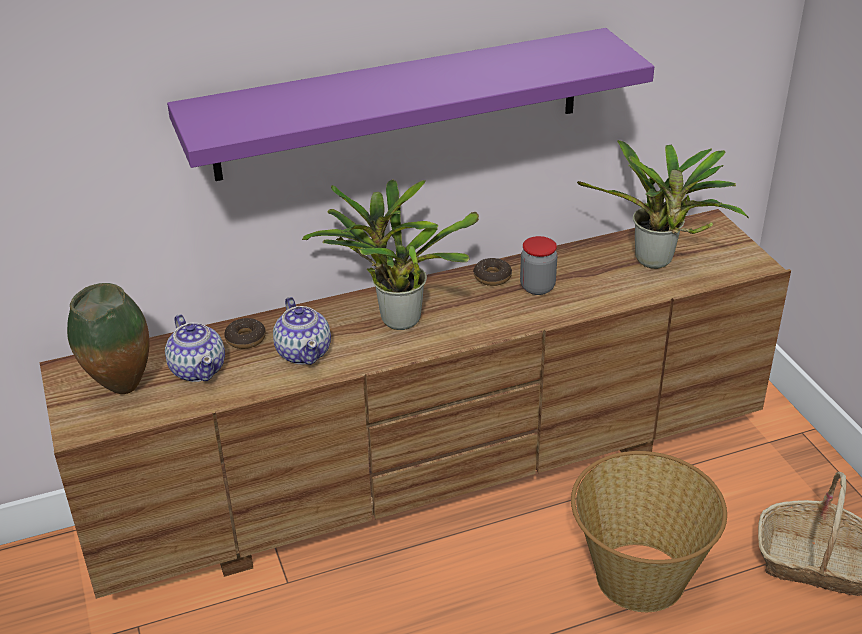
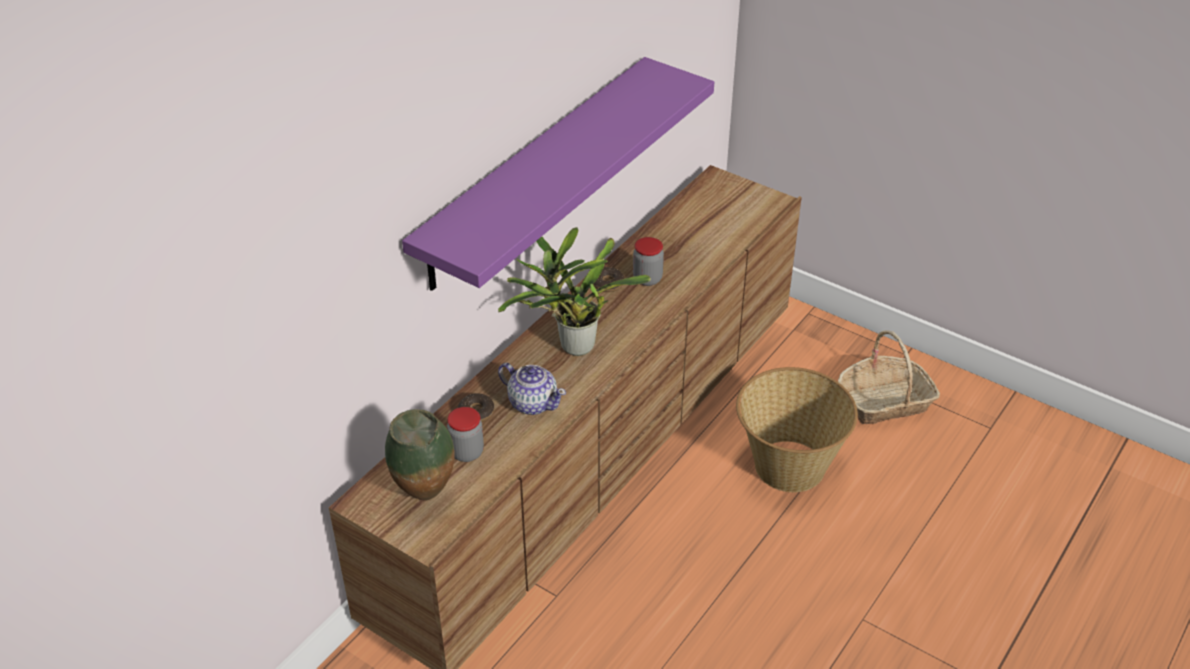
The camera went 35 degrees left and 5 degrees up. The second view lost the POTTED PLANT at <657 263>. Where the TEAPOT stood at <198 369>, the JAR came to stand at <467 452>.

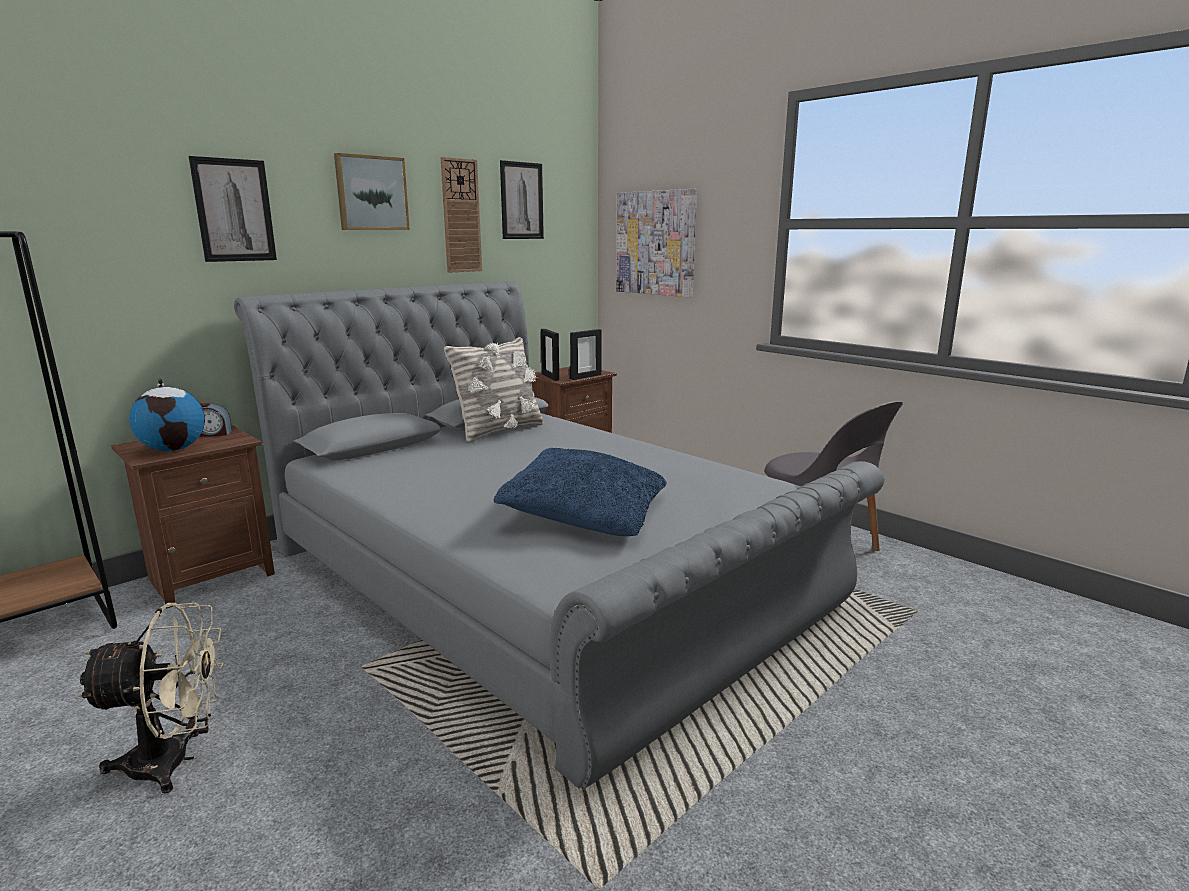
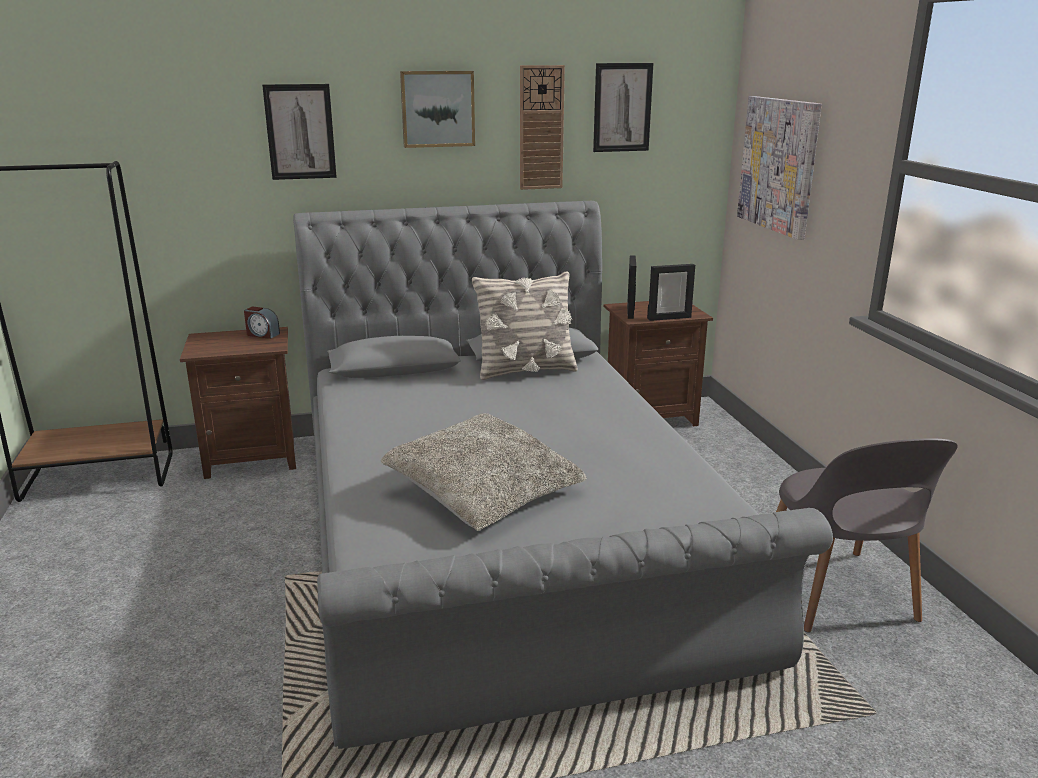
The camera went 30 degrees right and 5 degrees up. The second view lost the GLOBE at <174 449>. What was the BLUE PILLOW at <586 513> turned into the BEIGE PILLOW at <484 491>. The second view lost the BEIGE FAN at <175 761>.

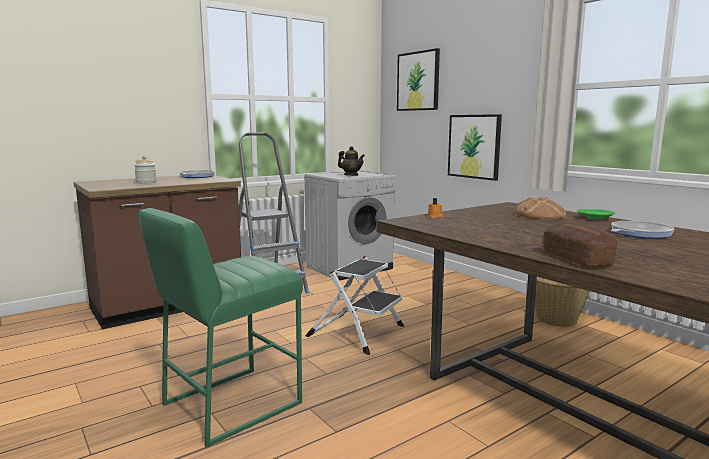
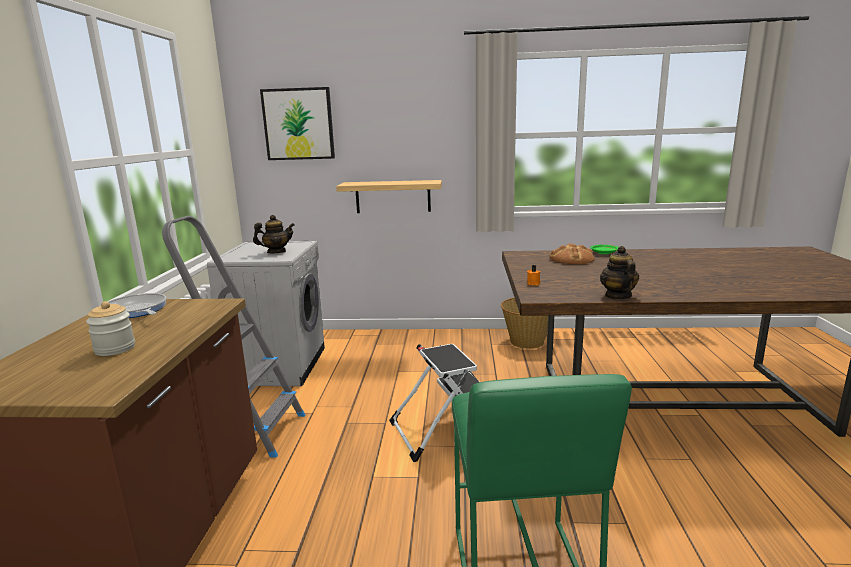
The camera went 50 degrees left and 5 degrees up. Where the PICTURE hung at <474 146>, the SHELF came to hang at <393 196>. The second view lost the FRYING PAN at <638 233>. The second view lost the BREAD at <576 259>. The second view gained the TEAPOT at <617 296>.

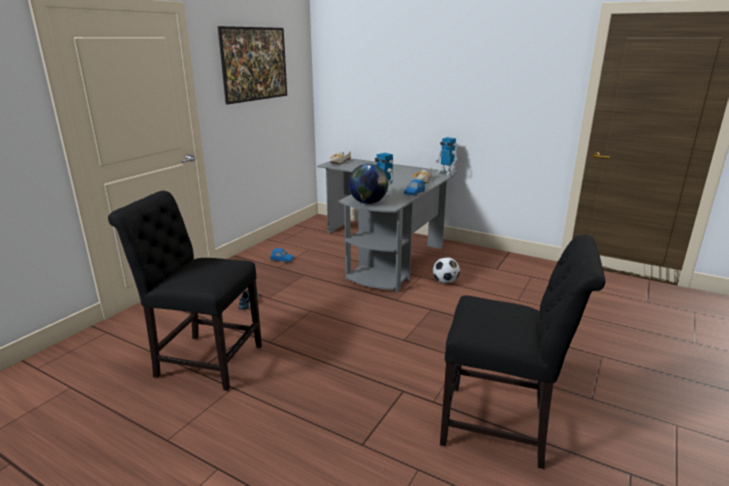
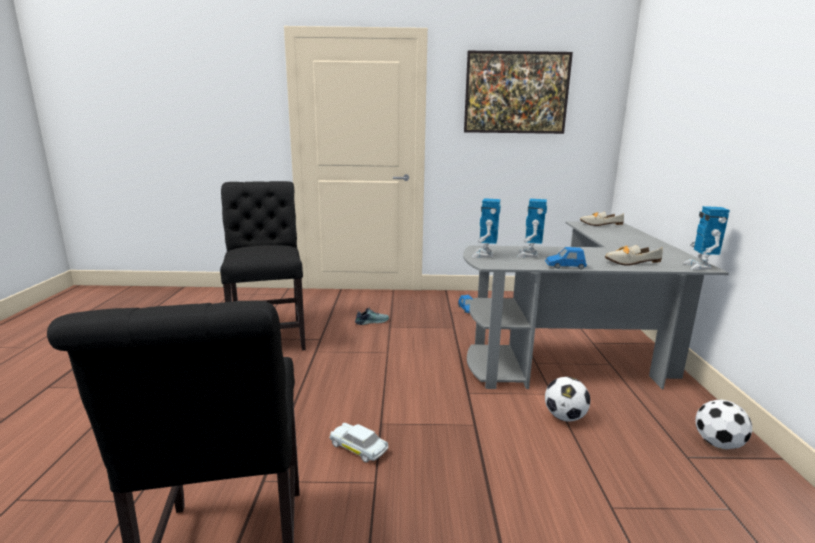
The camera went 60 degrees right and 5 degrees down. Where the GLOBE stood at <368 202>, the TOY ROBOT came to stand at <484 255>. The second view gained the FOOTBALL at <718 444>. The second view gained the WHITE TOY CAR at <358 448>.

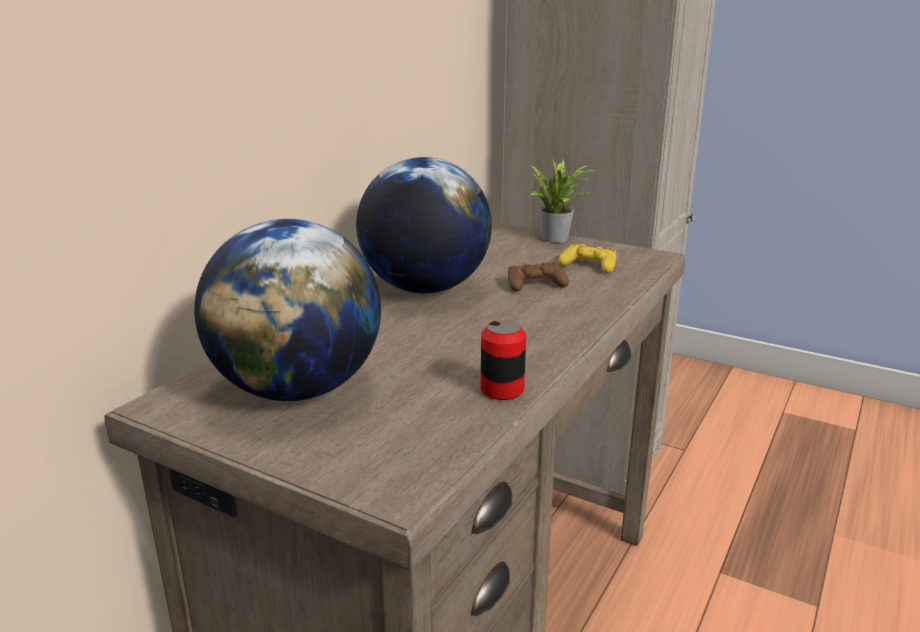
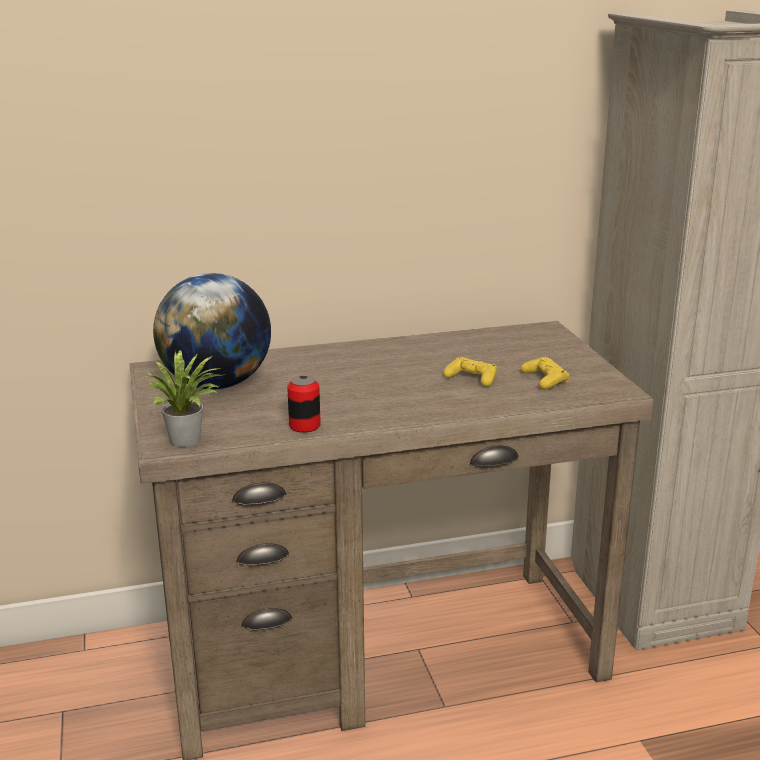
The camera went 45 degrees right and 0 degrees up. The second view lost the GLOBE at <425 288>. The POTTED PLANT ended up elsewhere, having gone from <558 238> to <188 441>. What was the BROWN GAME CONTROLLER at <535 284> turned into the YELLOW GAME CONTROLLER at <472 378>.

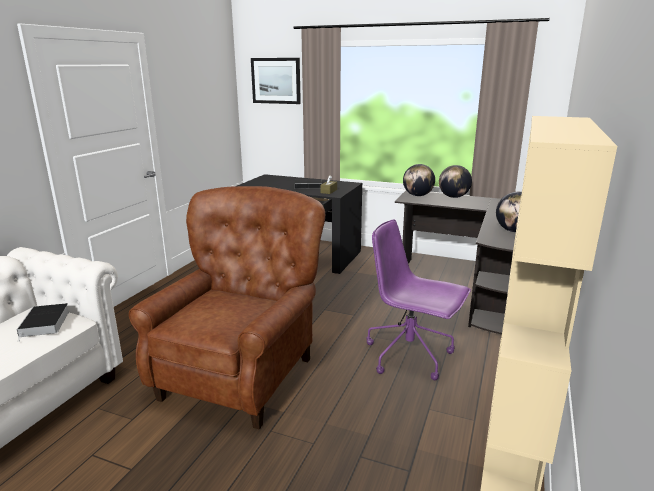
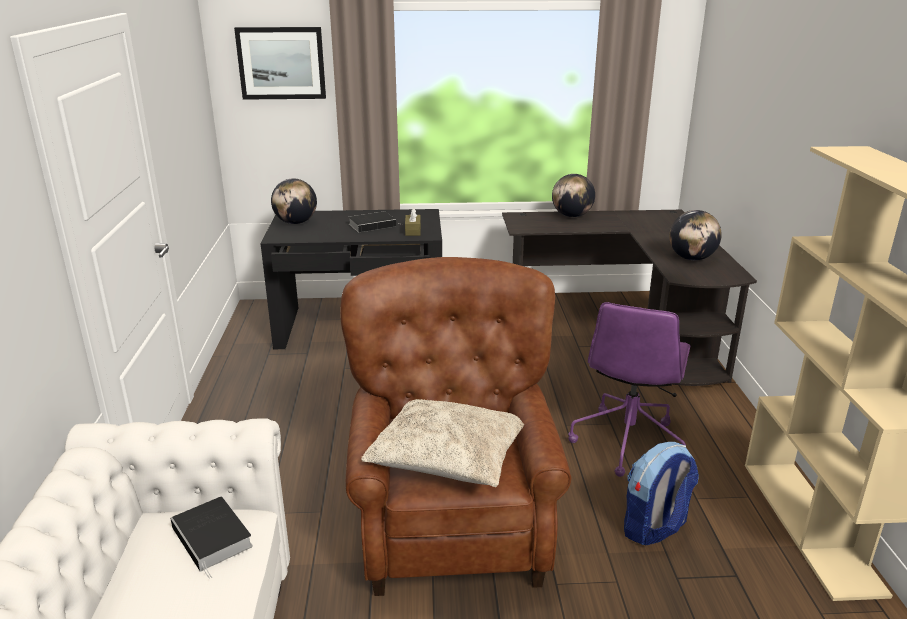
The camera went 25 degrees left and 5 degrees up. The GLOBE ended up elsewhere, having gone from <417 195> to <296 223>. The PURPLE OFFICE CHAIR at <412 357> ended up facing another way, 75 degrees counterclockwise from before. The second view gained the BEIGE PILLOW at <448 459>. The second view gained the BACKPACK at <654 528>.

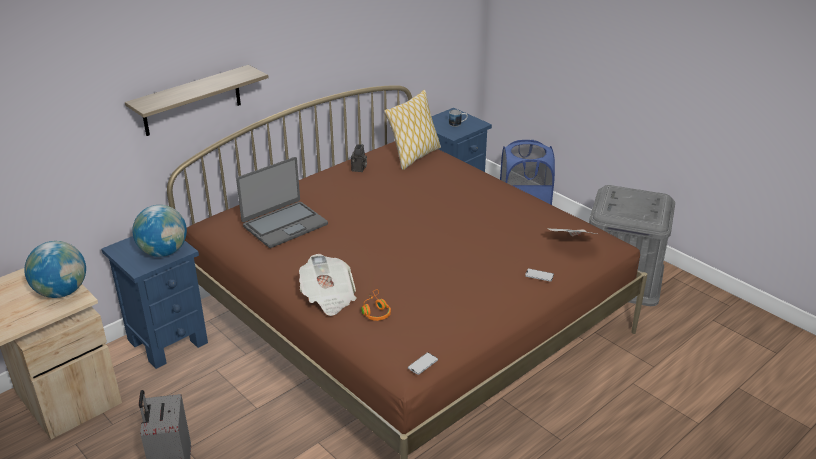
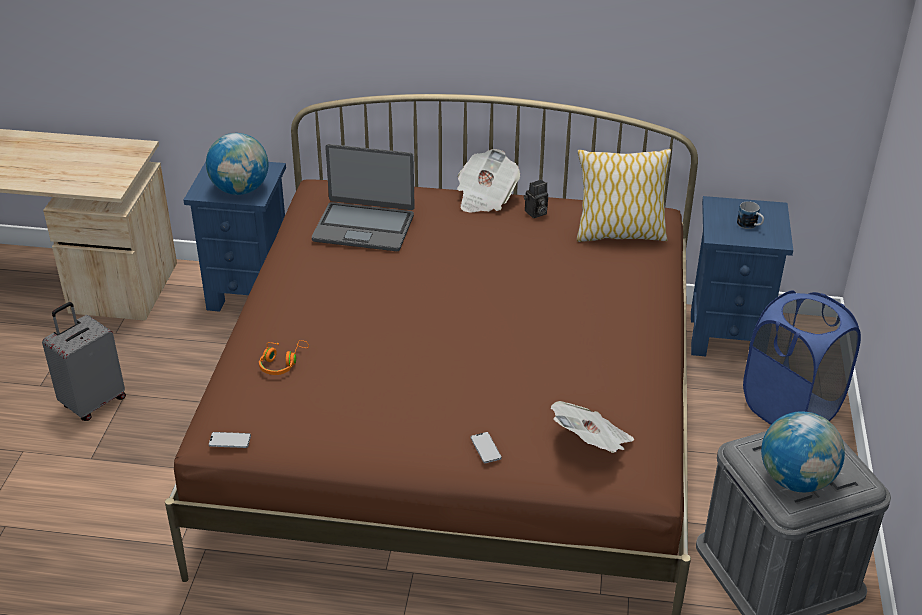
The camera went 50 degrees right and 5 degrees up. The second view lost the SHELF at <192 101>. The GLOBE ended up elsewhere, having gone from <62 292> to <796 480>. The NEWSPAPER ended up elsewhere, having gone from <328 297> to <485 197>.

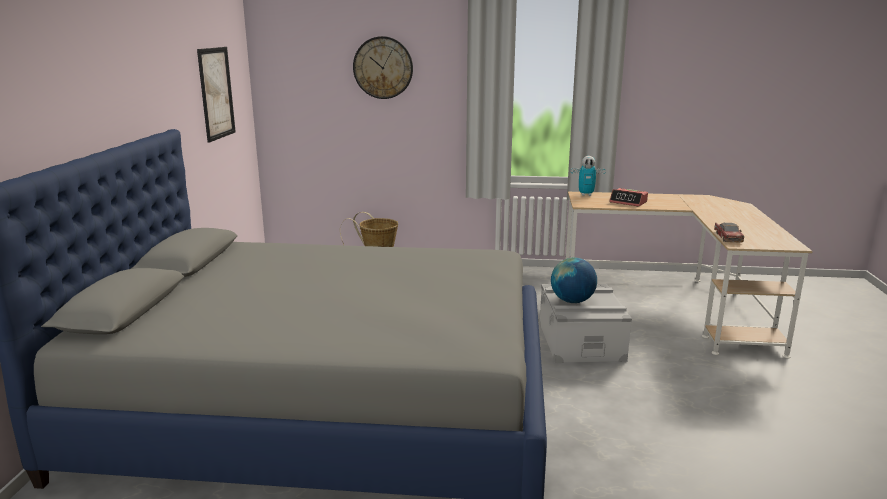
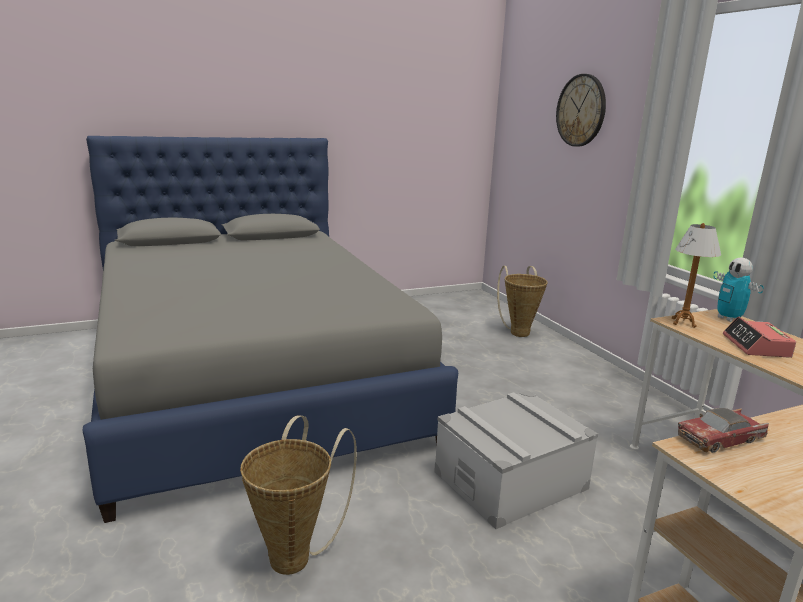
The camera went 60 degrees right and 0 degrees up. The second view lost the PICTURE at <216 93>. The second view lost the GLOBE at <572 301>. The second view gained the TABLE LAMP at <683 323>. The second view gained the BASKET at <296 554>.

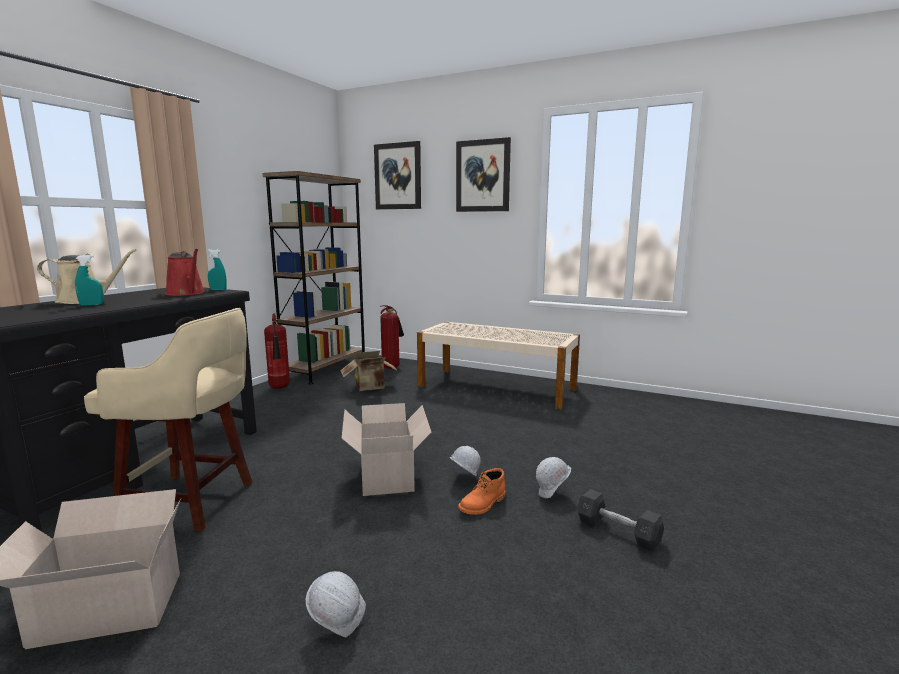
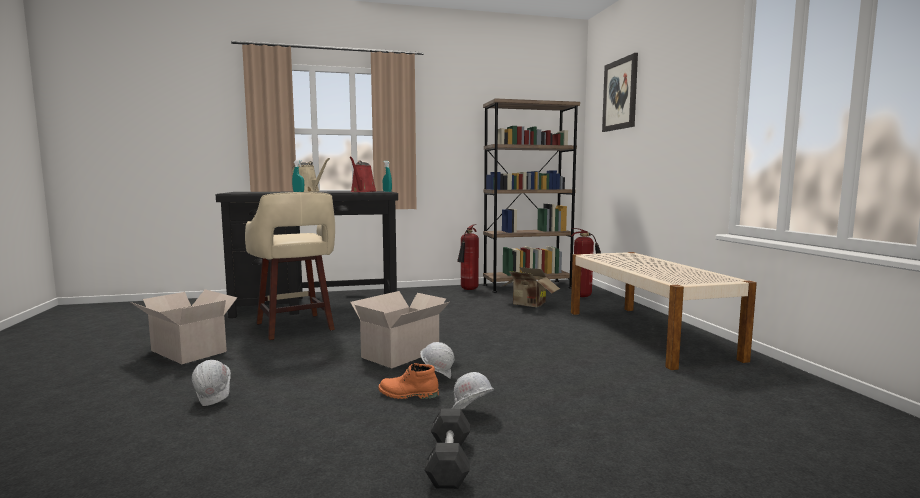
The camera went 50 degrees right and 5 degrees down. The second view lost the PICTURE at <483 176>.

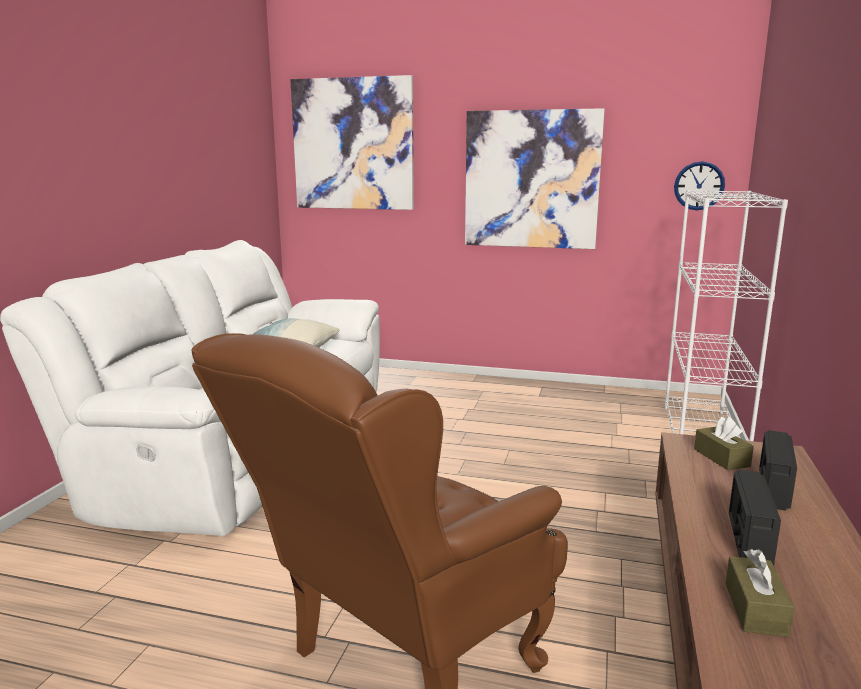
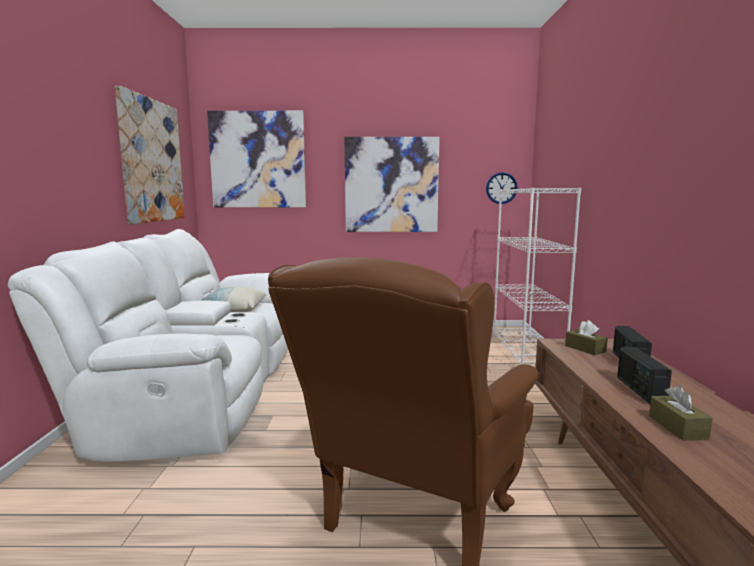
The camera went 15 degrees left and 5 degrees down. The second view gained the PICTURE at <152 161>.

